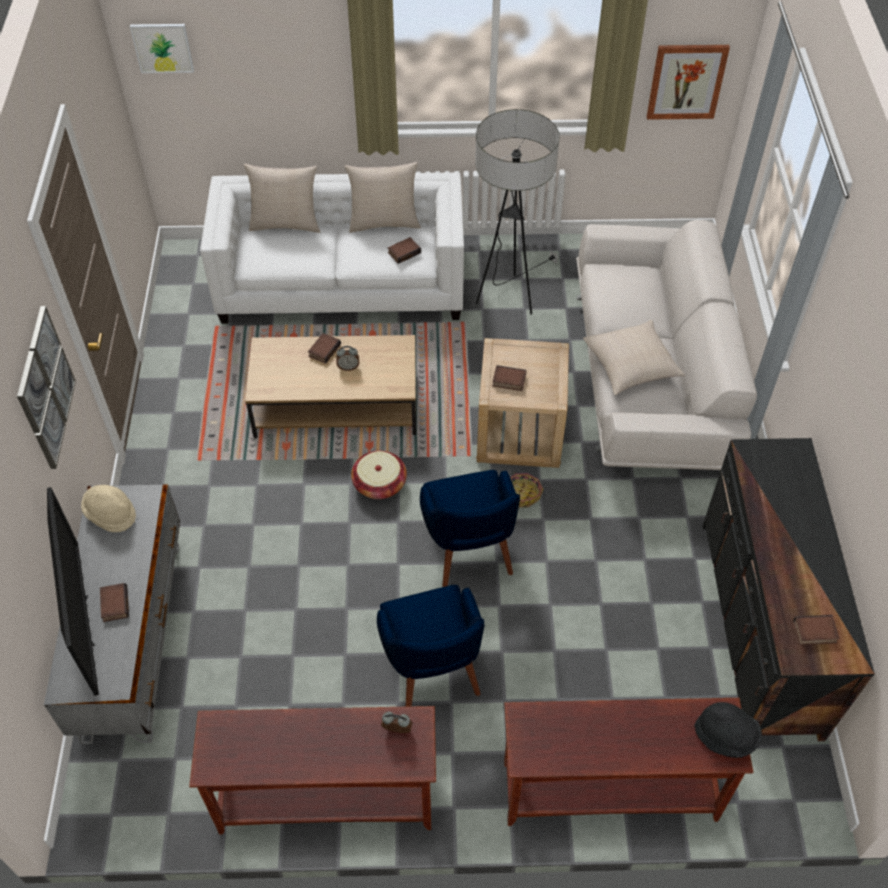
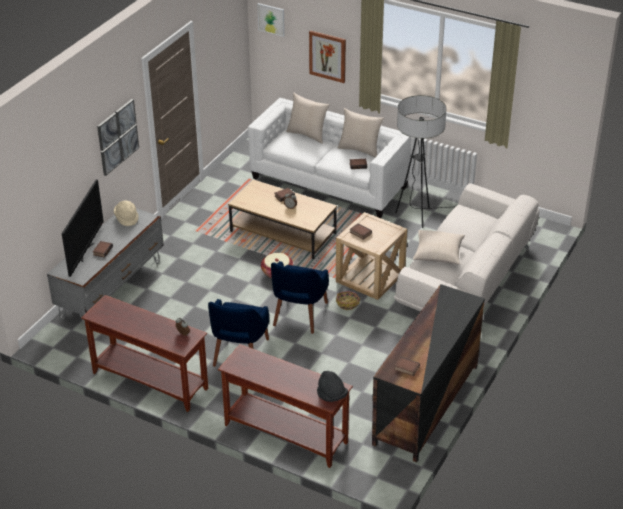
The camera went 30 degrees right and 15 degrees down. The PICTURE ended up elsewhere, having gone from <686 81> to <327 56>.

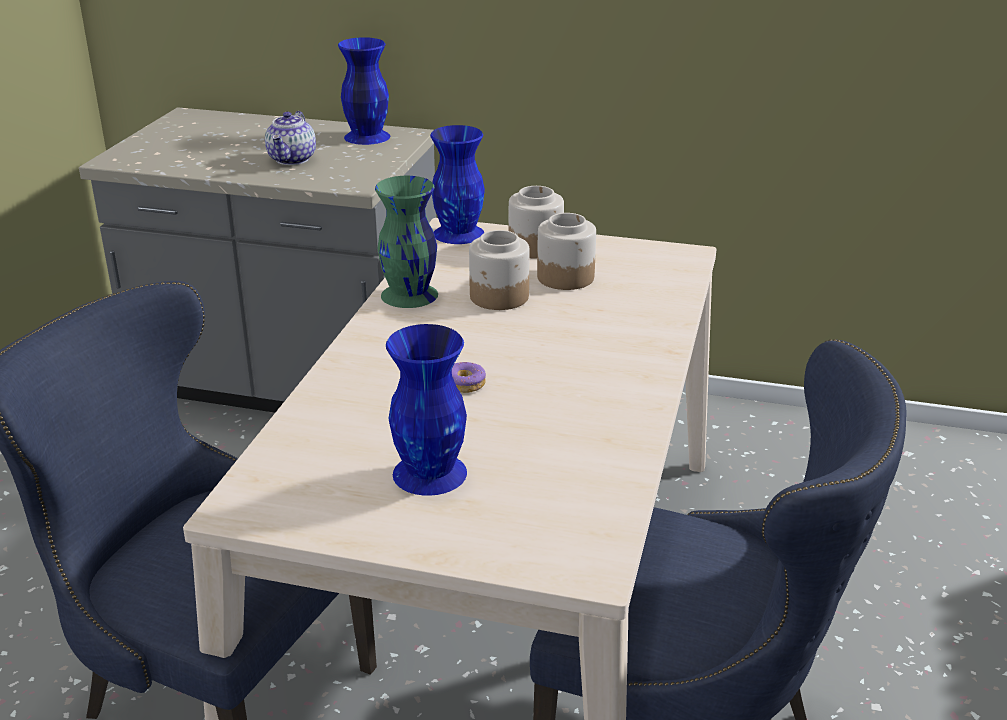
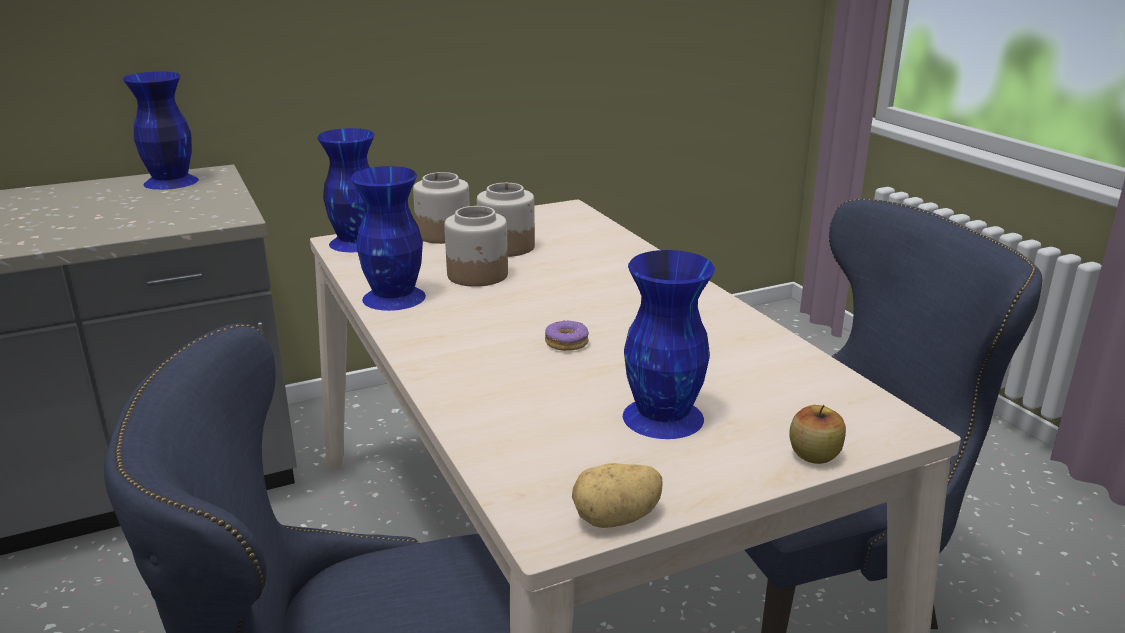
The camera went 40 degrees left and 5 degrees down. The second view lost the TEAPOT at <292 159>. What was the GREEN VASE at <409 295> turned into the BLUE VASE at <394 298>. The second view gained the APPLE at <814 455>. The second view gained the POTATO at <617 519>.

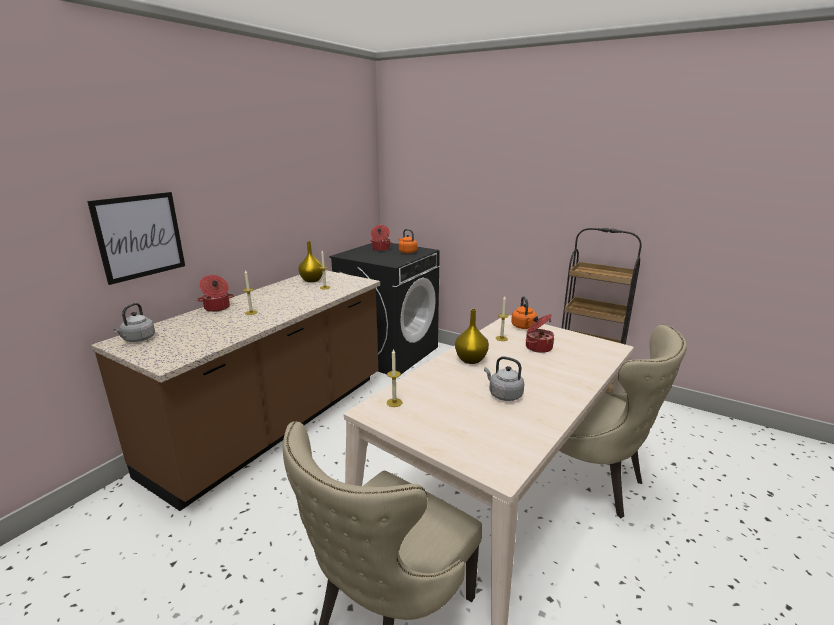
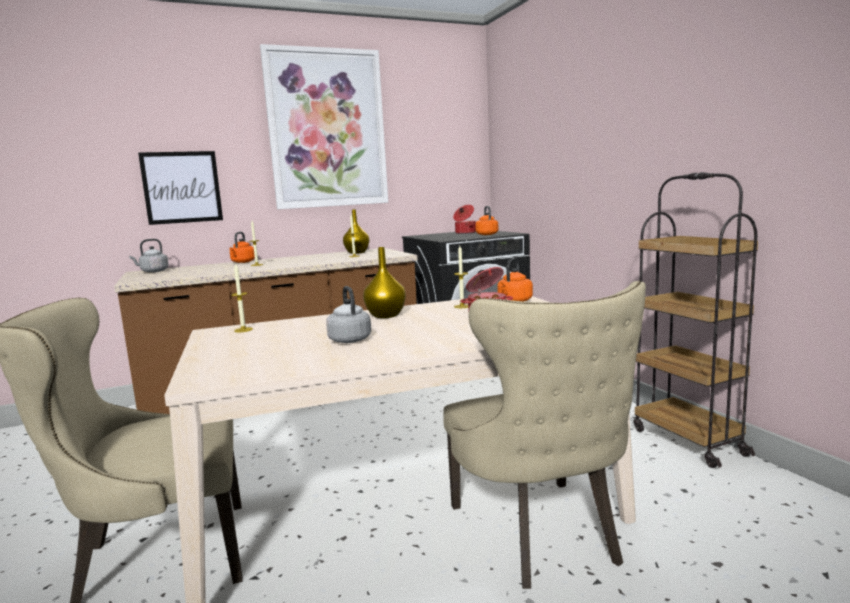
The camera went 35 degrees right and 10 degrees down. Where the COOKING POT stood at <217 308>, the ORANGE KETTLE came to stand at <242 262>. The second view gained the PICTURE at <327 129>.

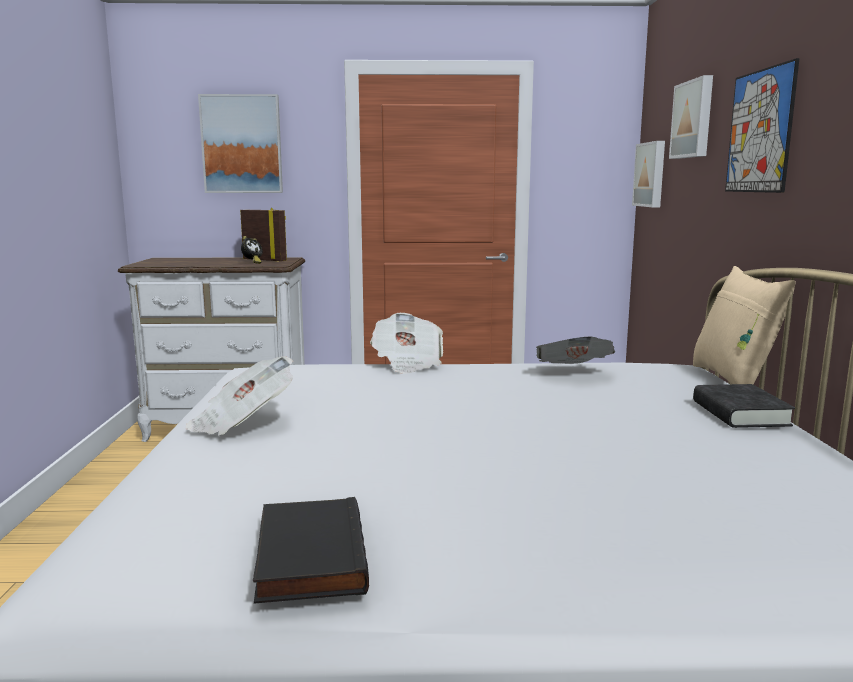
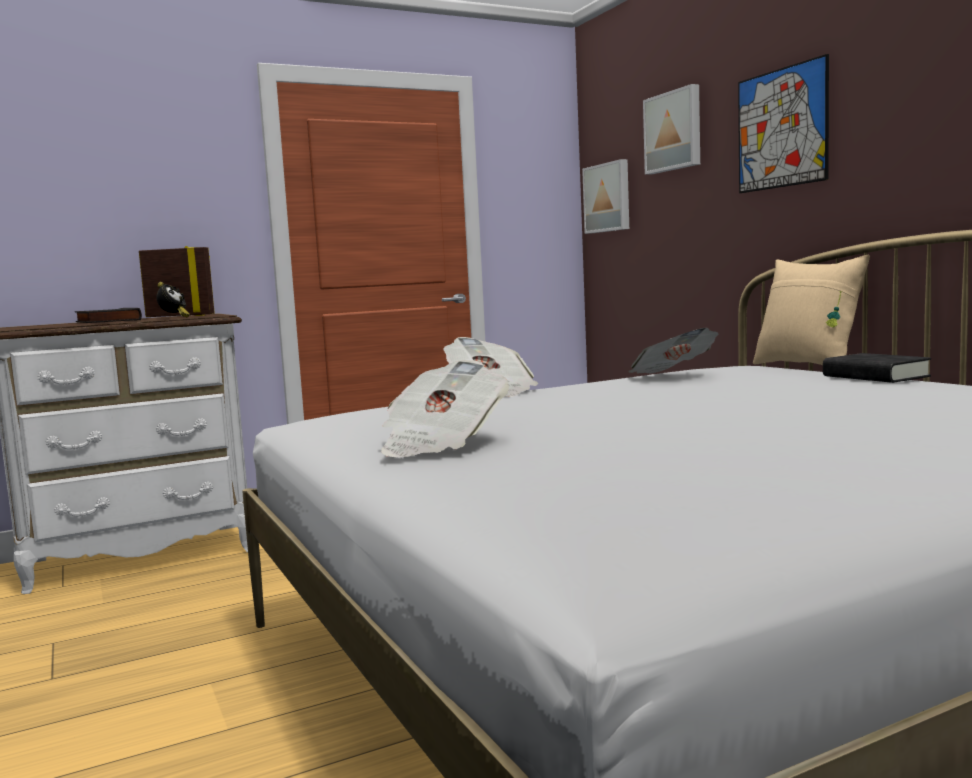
The camera went 25 degrees left and 5 degrees down. The second view lost the PICTURE at <242 144>. The BLACK BOOK ended up elsewhere, having gone from <307 556> to <106 321>.

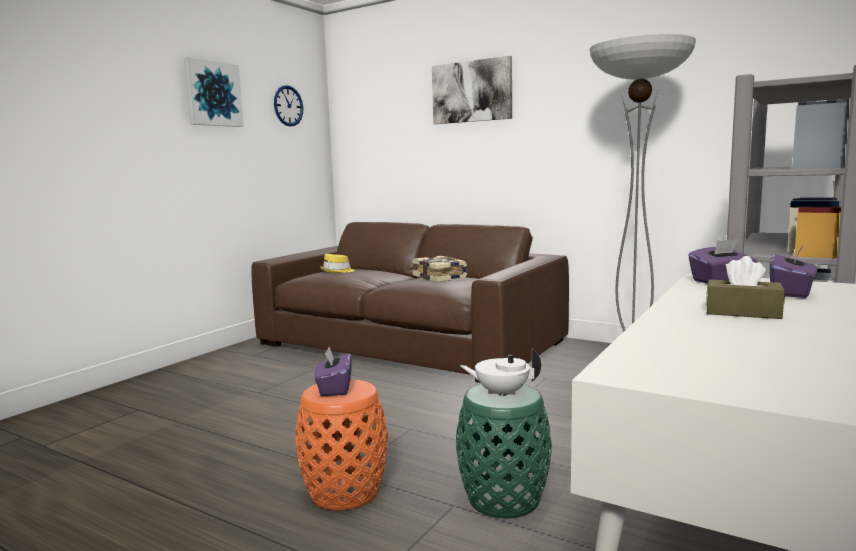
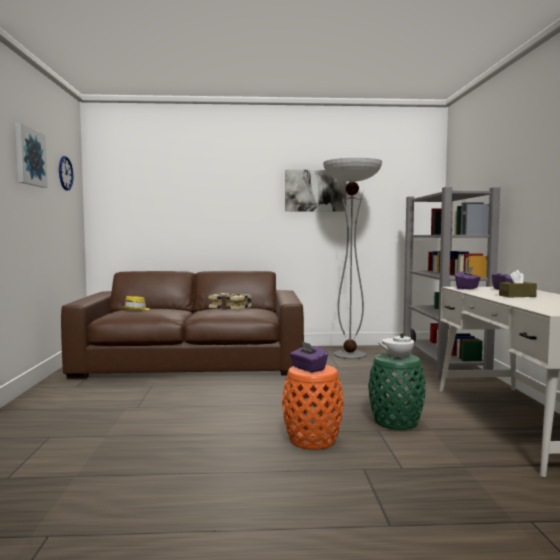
The camera went 35 degrees left and 5 degrees down. The PICTURE ended up elsewhere, having gone from <472 91> to <315 190>.

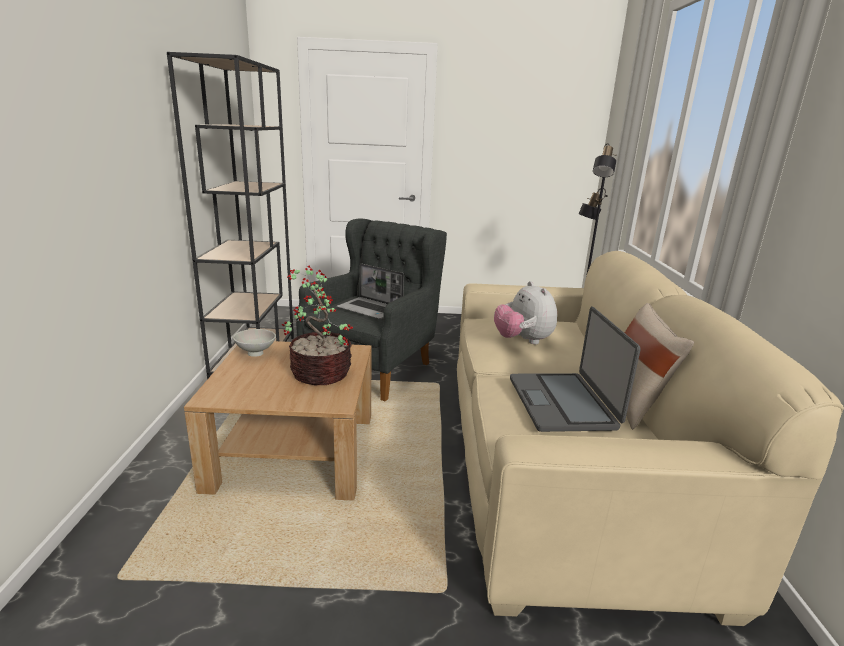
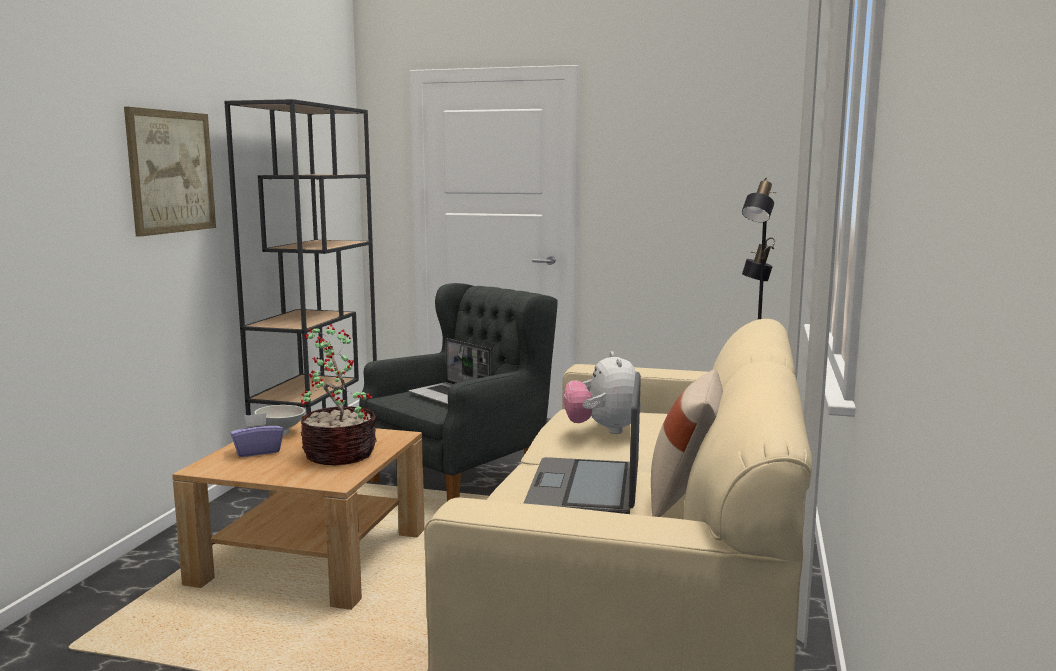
The camera went 15 degrees right and 10 degrees down. The second view gained the PICTURE at <171 172>. The second view gained the PURPLE TISSUE BOX at <257 451>.

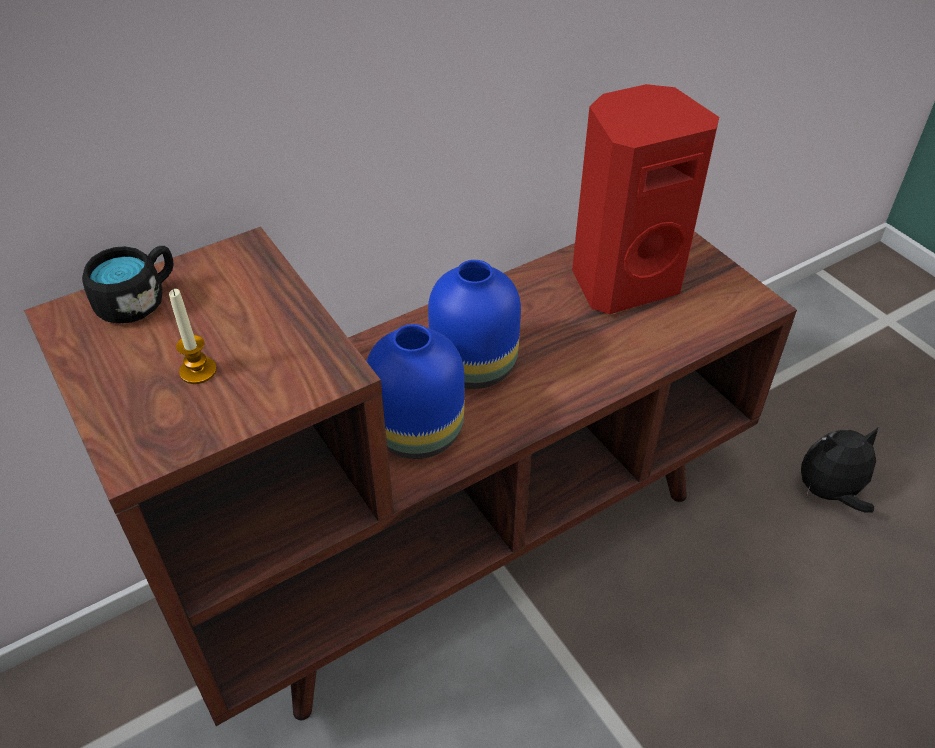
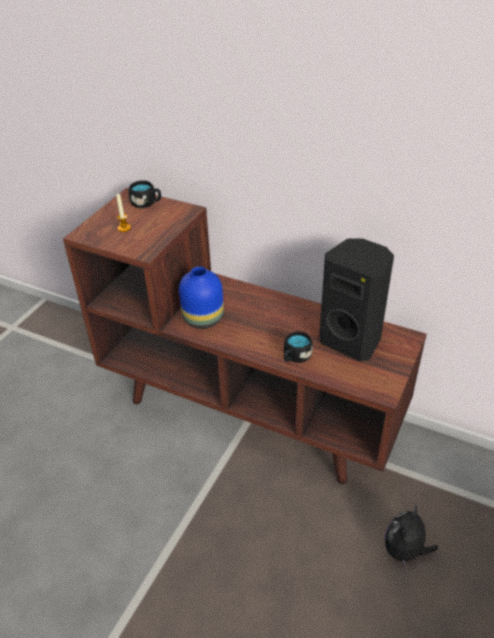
The camera went 60 degrees right and 5 degrees down. What was the RED SPEAKER at <623 280> turned into the BLACK SPEAKER at <352 340>. The second view lost the BLUE VASE at <474 364>. The PLUSH TOY at <829 493> ended up facing another way, 105 degrees counterclockwise from before. The second view gained the BLACK MUG at <295 357>.

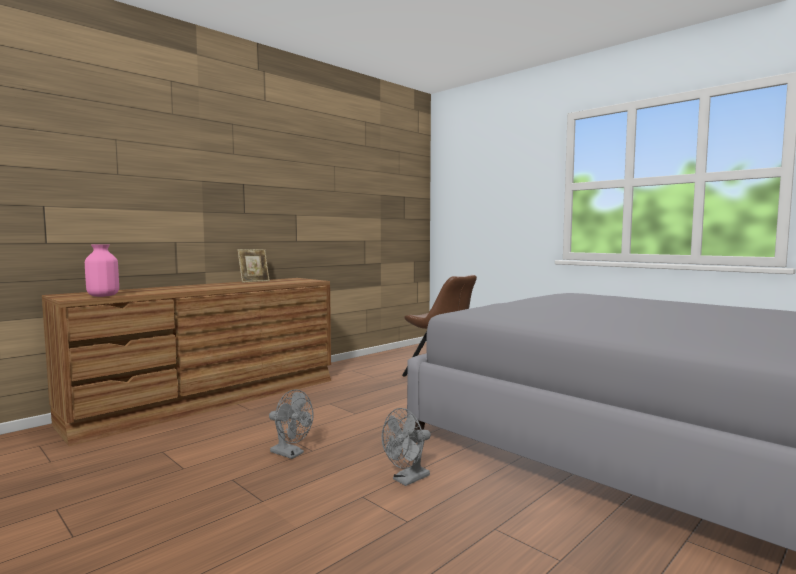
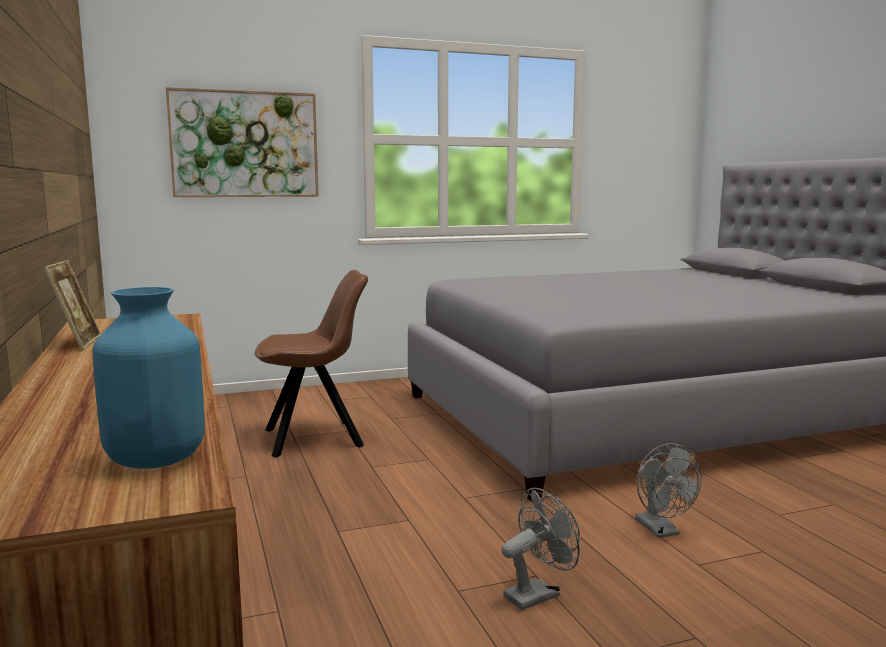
The camera went 65 degrees left and 5 degrees up. What was the PINK VASE at <102 296> turned into the BLUE VASE at <155 460>. The second view gained the PICTURE at <245 144>.

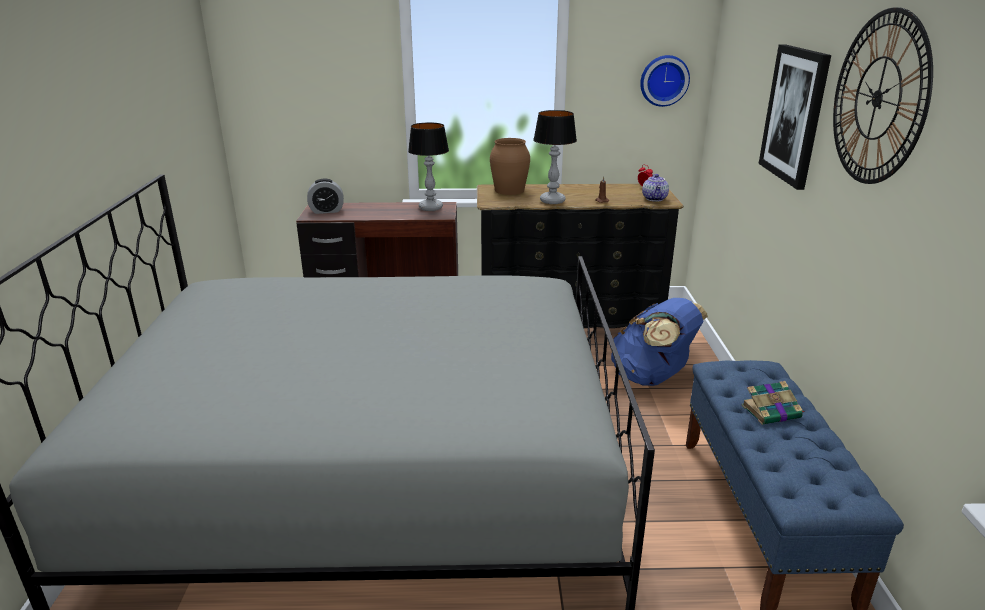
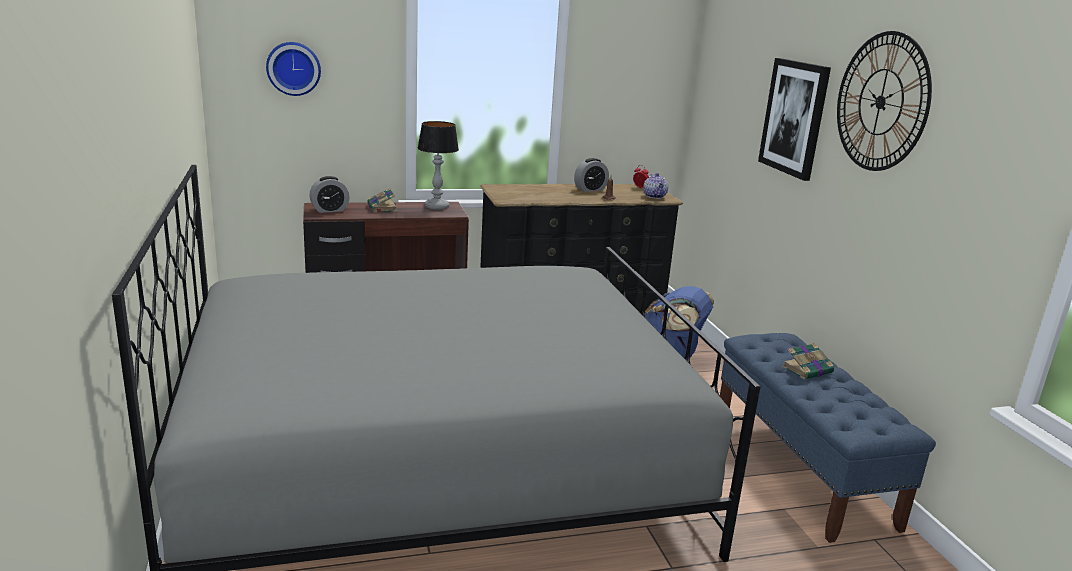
The camera went 15 degrees left and 5 degrees down. The WALL CLOCK ended up elsewhere, having gone from <663 80> to <293 68>. The second view lost the TABLE LAMP at <552 201>. The second view lost the BROWN VASE at <509 190>. The second view gained the ALARM CLOCK at <590 189>. The second view gained the BOOK at <382 208>.

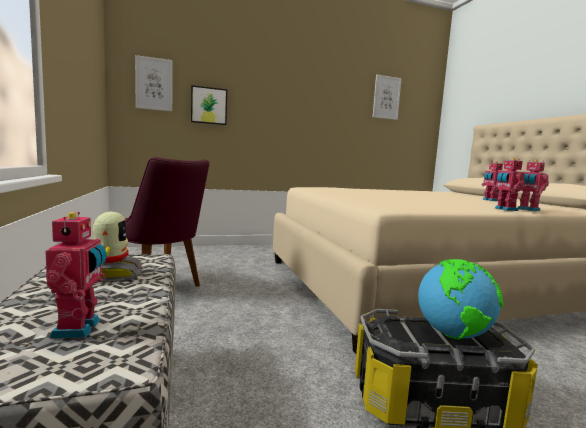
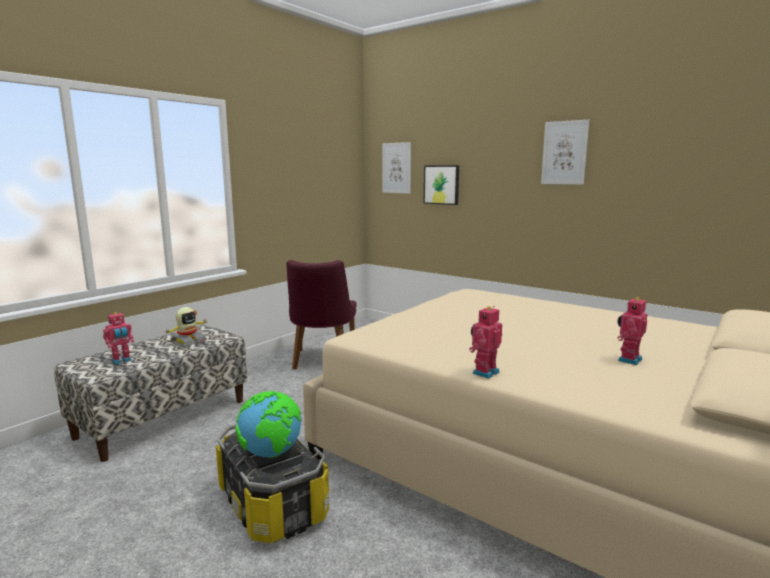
The camera went 55 degrees right and 5 degrees up. The PICTURE ended up elsewhere, having gone from <386 97> to <564 153>. The second view lost the TOY ROBOT at <527 210>.

